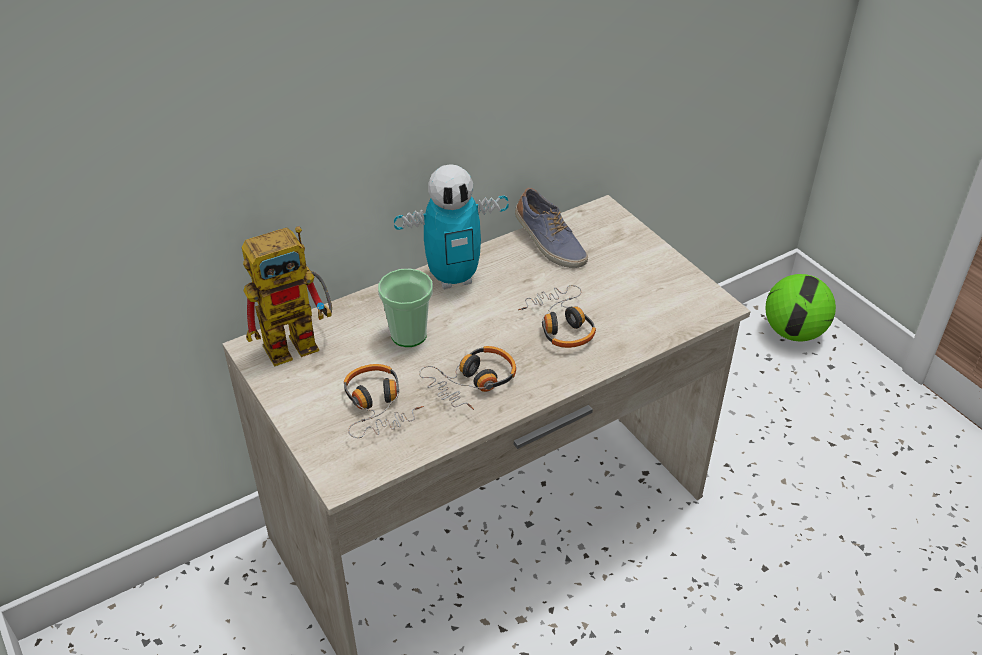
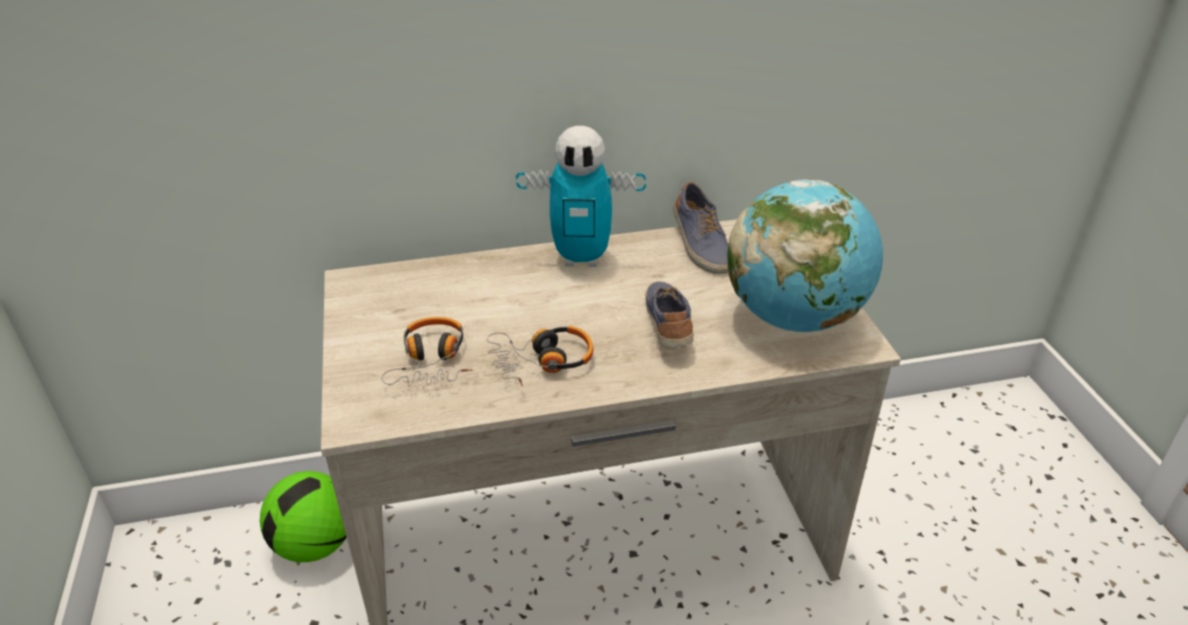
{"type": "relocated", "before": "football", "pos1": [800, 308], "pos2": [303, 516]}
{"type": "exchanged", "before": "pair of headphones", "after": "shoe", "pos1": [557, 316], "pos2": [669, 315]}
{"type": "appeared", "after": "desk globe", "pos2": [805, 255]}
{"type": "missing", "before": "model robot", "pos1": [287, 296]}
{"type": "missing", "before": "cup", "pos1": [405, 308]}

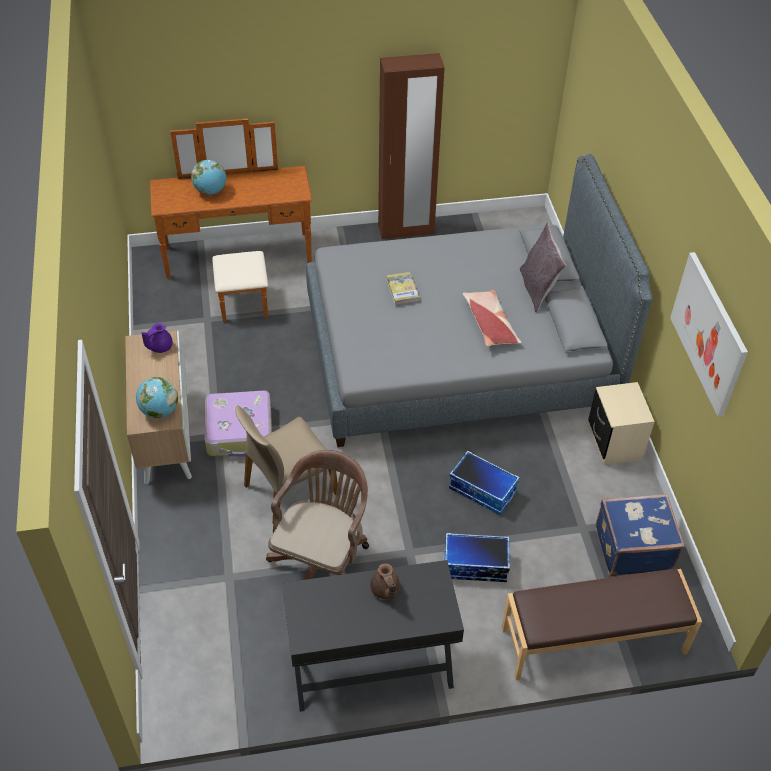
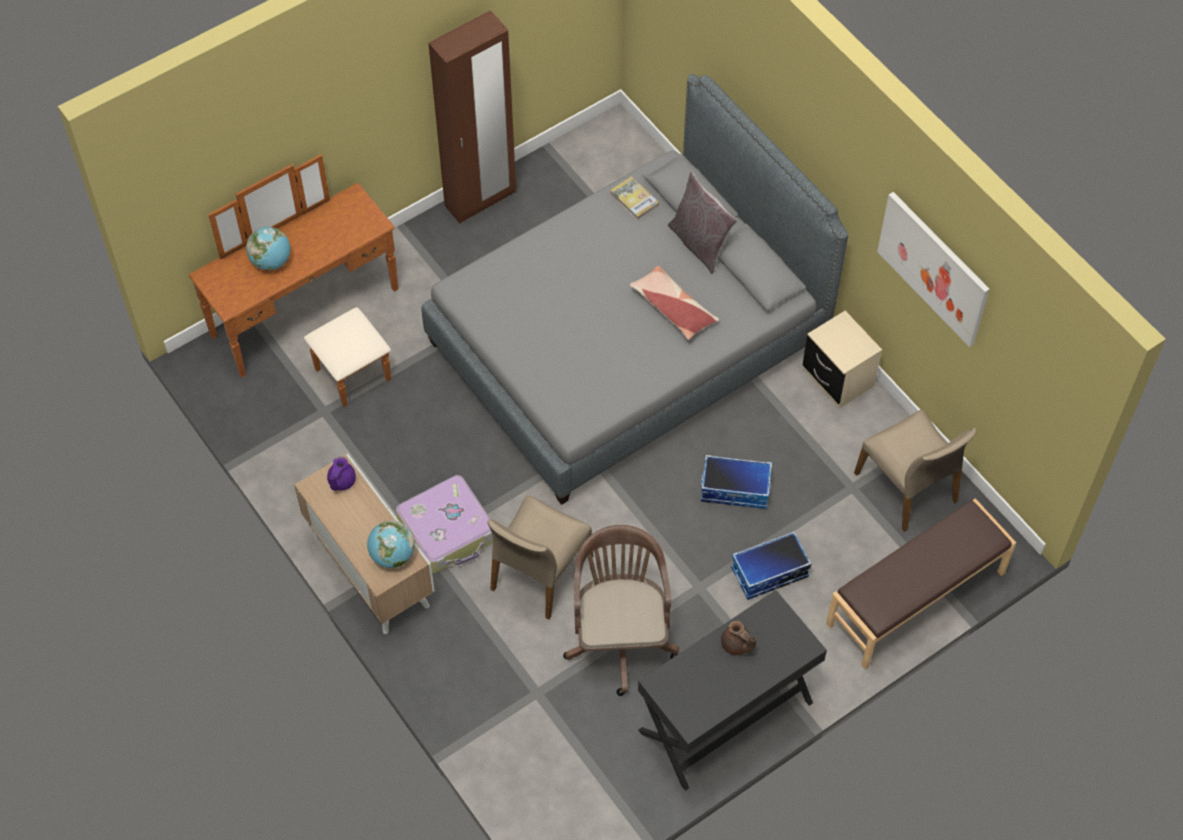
{"type": "relocated", "before": "volume", "pos1": [402, 288], "pos2": [634, 198]}
{"type": "exchanged", "before": "blue travel case", "after": "sand-coloured plain chair", "pos1": [640, 535], "pos2": [915, 471]}

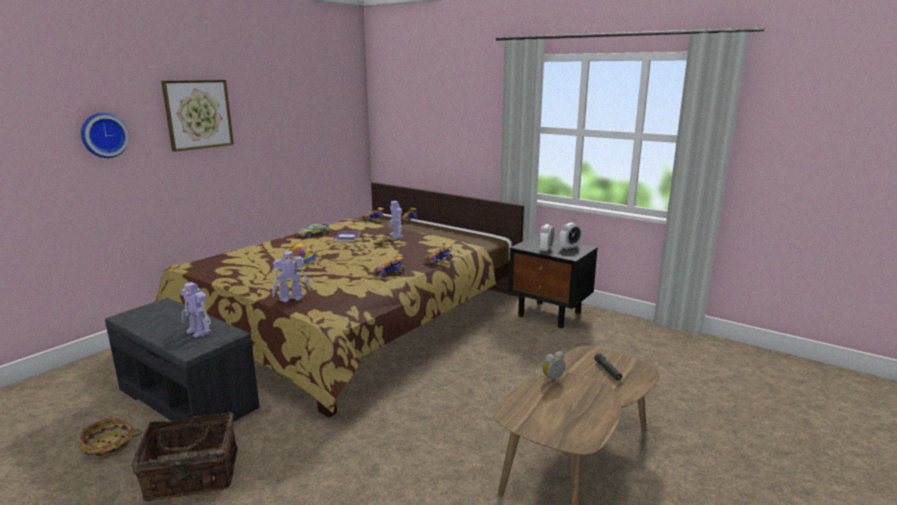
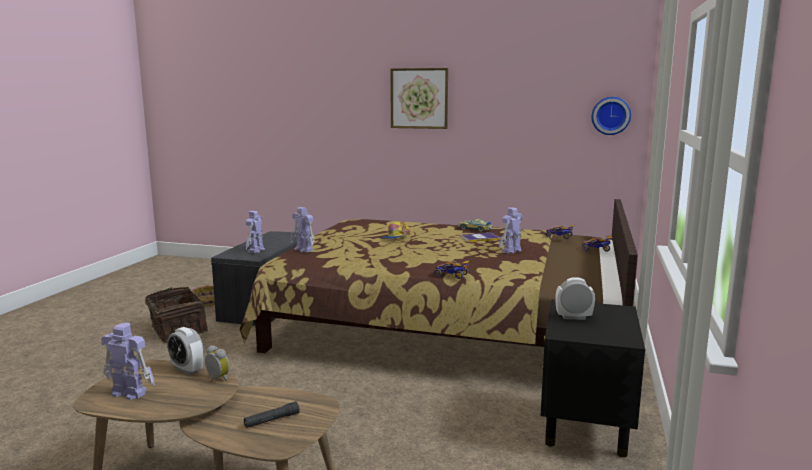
{"type": "appeared", "after": "model robot", "pos2": [128, 361]}
{"type": "relocated", "before": "bedside clock", "pos1": [570, 236], "pos2": [185, 351]}
{"type": "relocated", "before": "hanging clock", "pos1": [105, 135], "pos2": [611, 116]}
{"type": "missing", "before": "model car", "pos1": [389, 267]}

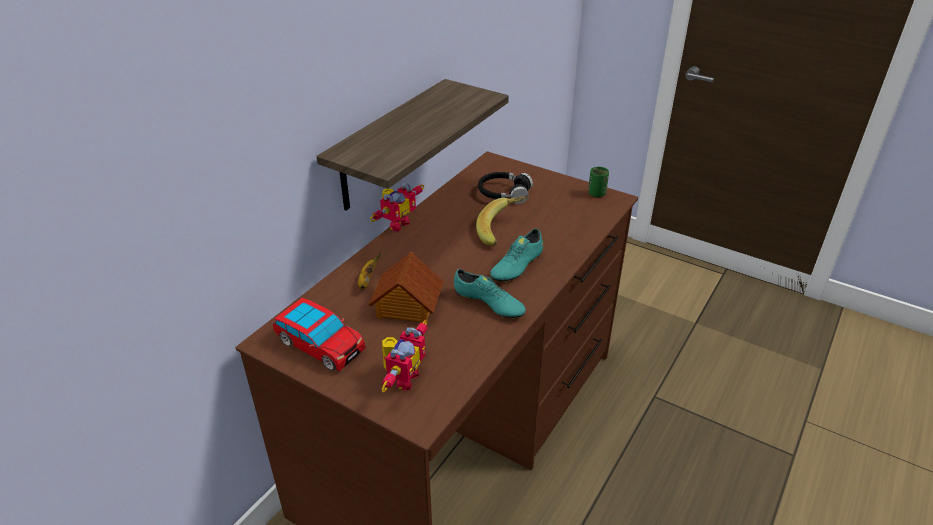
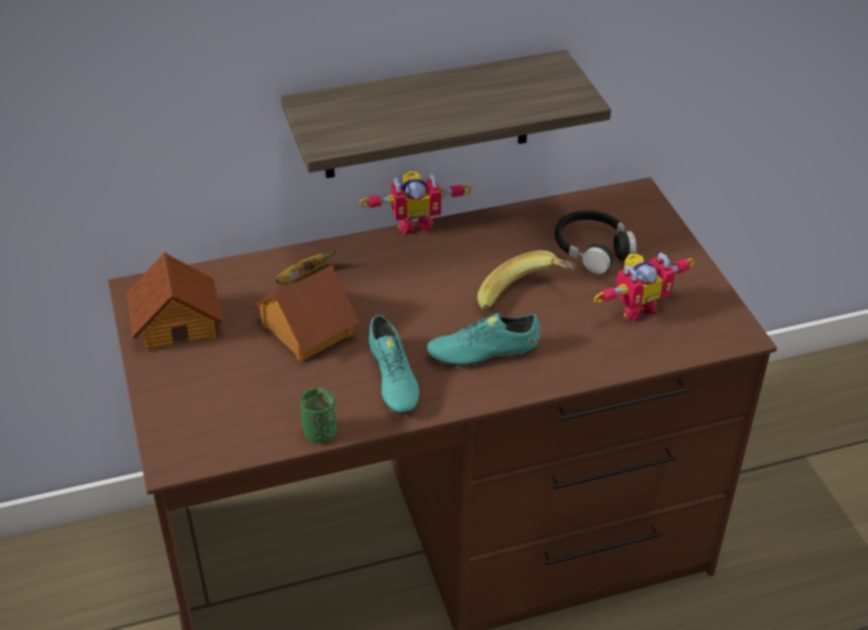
{"type": "exchanged", "before": "model car", "after": "toy house", "pos1": [319, 334], "pos2": [174, 301]}
{"type": "relocated", "before": "green-coloured cup", "pos1": [598, 182], "pos2": [318, 415]}
{"type": "relocated", "before": "model robot", "pos1": [404, 356], "pos2": [644, 288]}

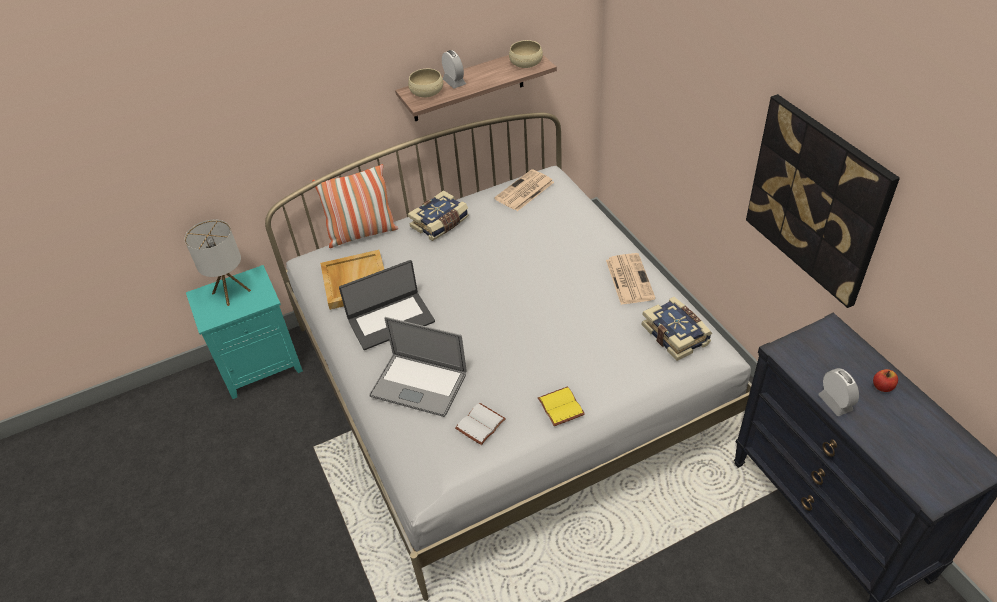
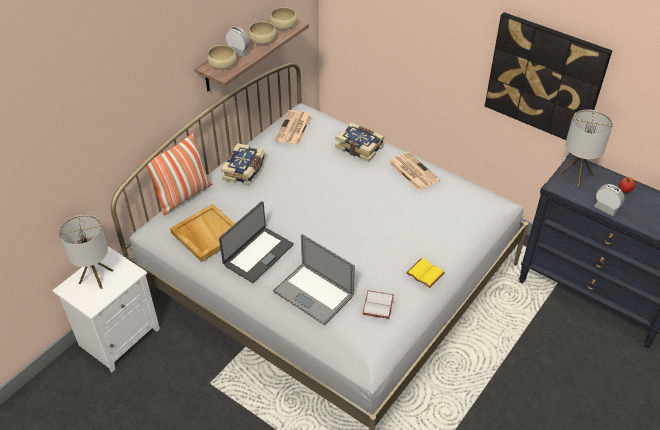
{"type": "colour", "before": "turquoise nightstand", "after": "white-coloured nightstand", "pos1": [244, 332], "pos2": [106, 309]}
{"type": "appeared", "after": "sand-coloured bowl", "pos2": [262, 33]}
{"type": "spun", "before": "laptop", "pos1": [418, 367], "pos2": [314, 279], "turn": 45}
{"type": "relocated", "before": "volume", "pos1": [677, 329], "pos2": [359, 142]}
{"type": "appeared", "after": "lamp for a table", "pos2": [586, 147]}

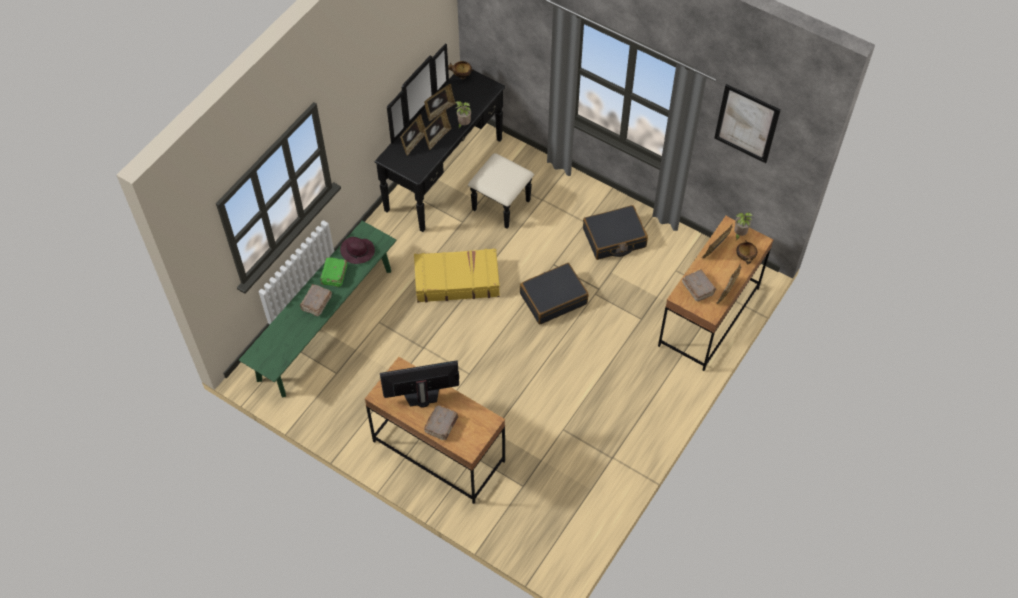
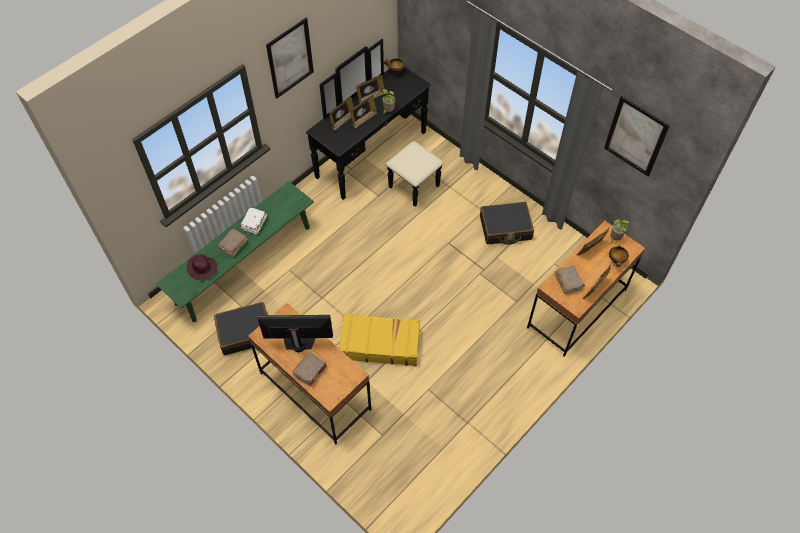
{"type": "relocated", "before": "purple wearable hat", "pos1": [357, 250], "pos2": [202, 267]}
{"type": "relocated", "before": "black-coloured travel case", "pos1": [554, 294], "pos2": [240, 328]}
{"type": "colour", "before": "green-coloured volume", "after": "white-coloured volume", "pos1": [333, 272], "pos2": [253, 221]}
{"type": "appeared", "after": "picture", "pos2": [290, 58]}
{"type": "relocated", "before": "yellowish travel case", "pos1": [457, 275], "pos2": [379, 340]}

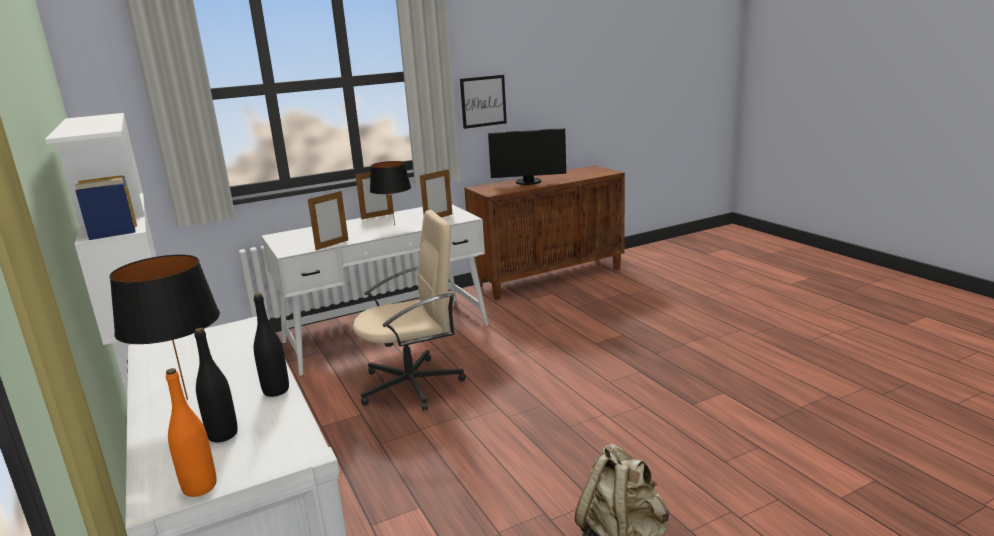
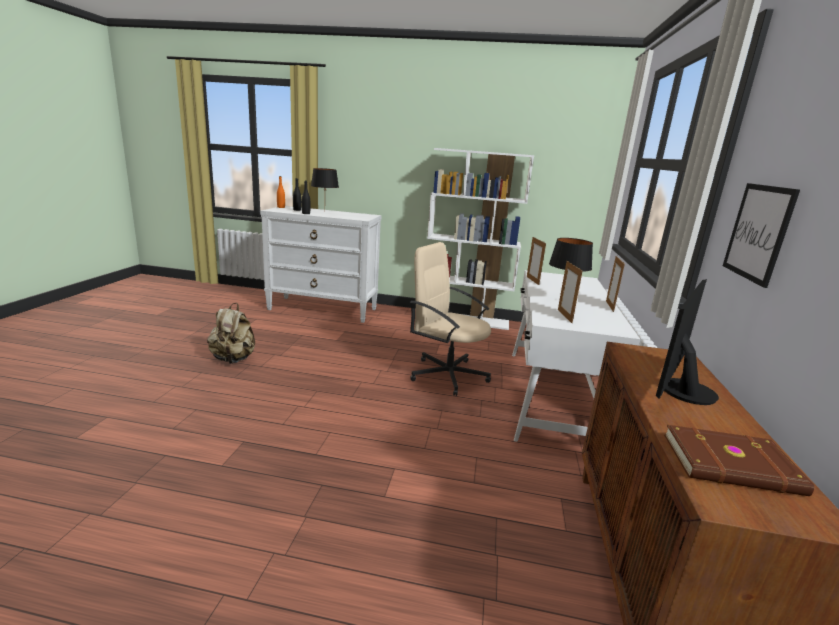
{"type": "spun", "before": "sand-coloured desk chair", "pos1": [409, 310], "pos2": [450, 319], "turn": 105}
{"type": "appeared", "after": "brown-coloured volume", "pos2": [739, 460]}

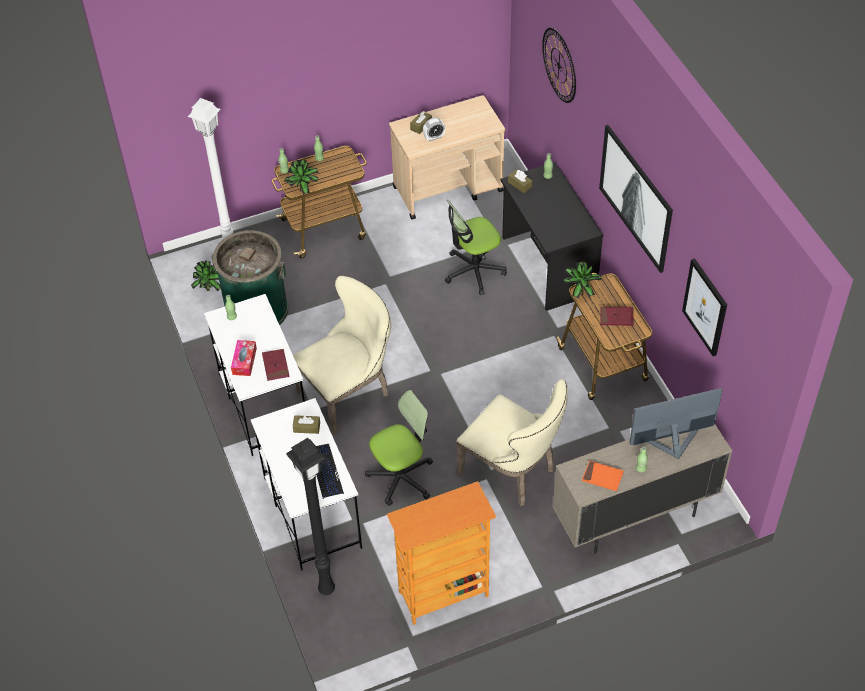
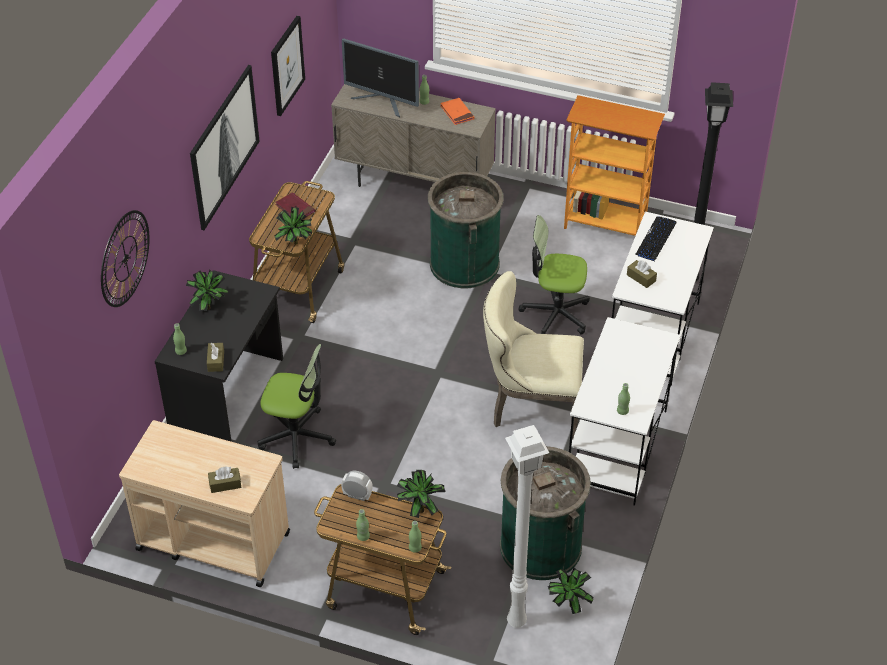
{"type": "appeared", "after": "potted plant", "pos2": [207, 290]}
{"type": "relocated", "before": "bedside clock", "pos1": [434, 129], "pos2": [357, 486]}
{"type": "exchanged", "before": "sand-coloured plain chair", "after": "green-coloured trash can", "pos1": [512, 442], "pos2": [466, 230]}
{"type": "missing", "before": "box of tissues", "pos1": [244, 358]}
{"type": "missing", "before": "red-coloured volume", "pos1": [275, 365]}

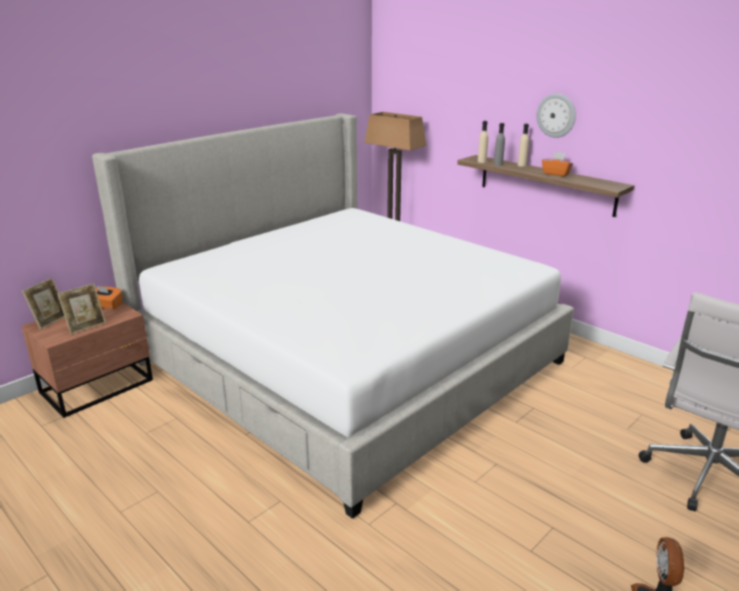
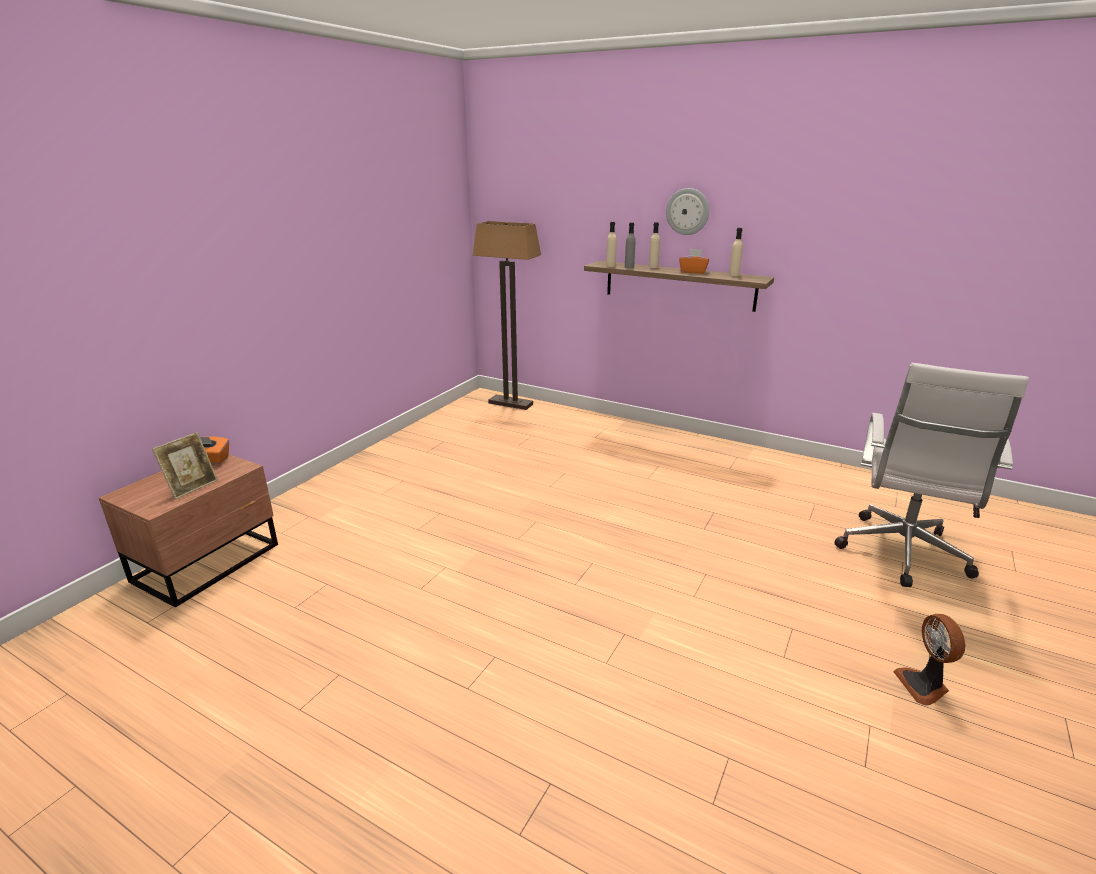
{"type": "appeared", "after": "sand-coloured bottle", "pos2": [736, 252]}
{"type": "missing", "before": "picture frame", "pos1": [43, 304]}
{"type": "missing", "before": "sleeping bed", "pos1": [333, 316]}

